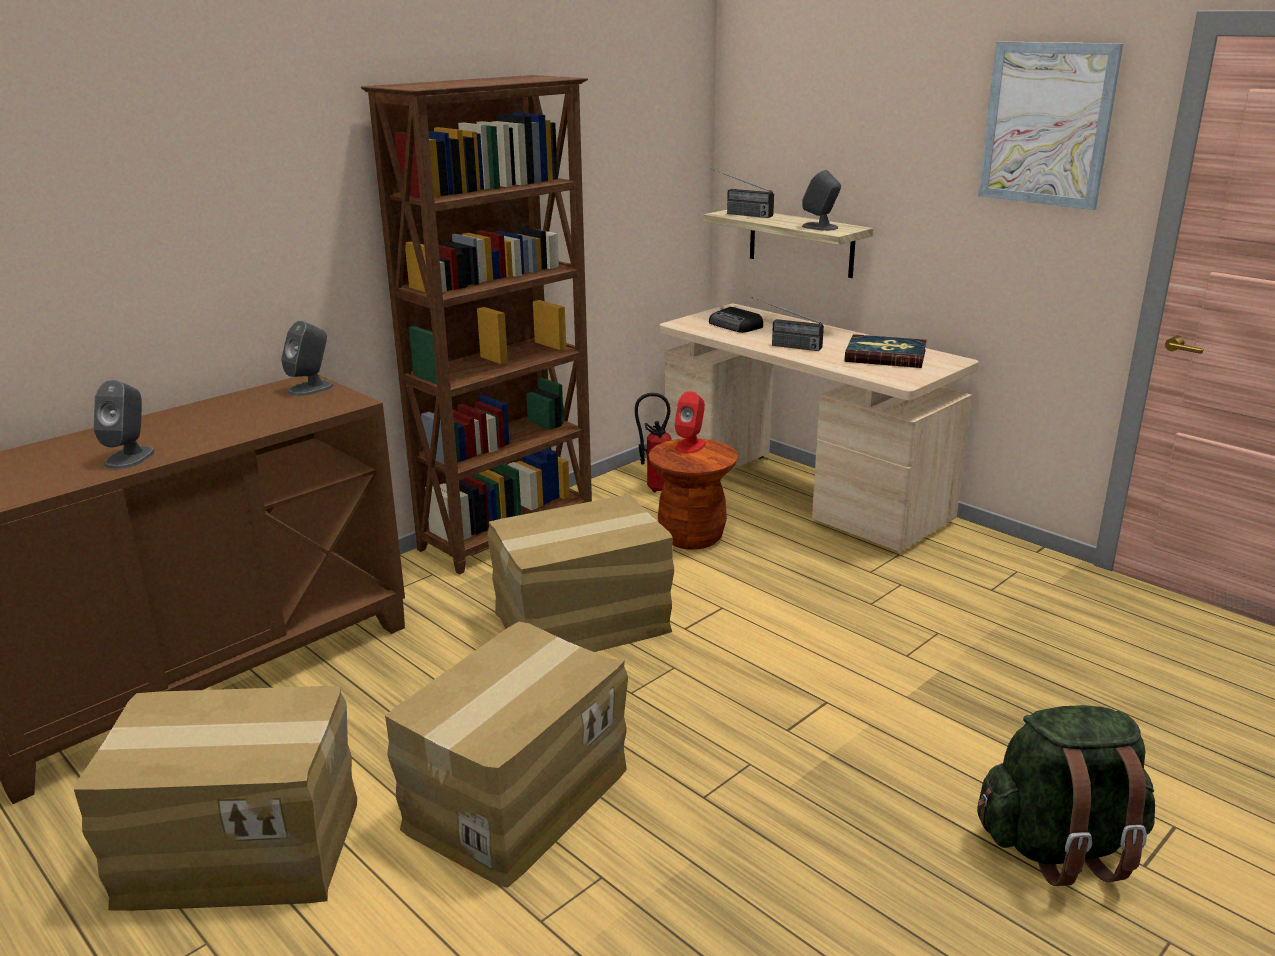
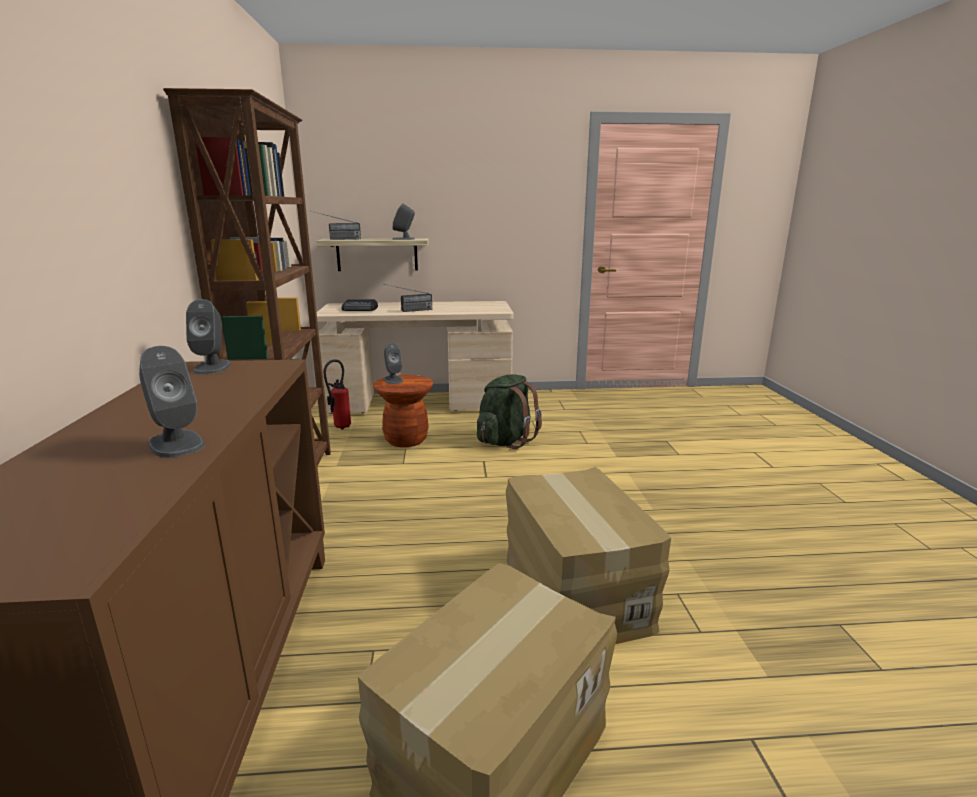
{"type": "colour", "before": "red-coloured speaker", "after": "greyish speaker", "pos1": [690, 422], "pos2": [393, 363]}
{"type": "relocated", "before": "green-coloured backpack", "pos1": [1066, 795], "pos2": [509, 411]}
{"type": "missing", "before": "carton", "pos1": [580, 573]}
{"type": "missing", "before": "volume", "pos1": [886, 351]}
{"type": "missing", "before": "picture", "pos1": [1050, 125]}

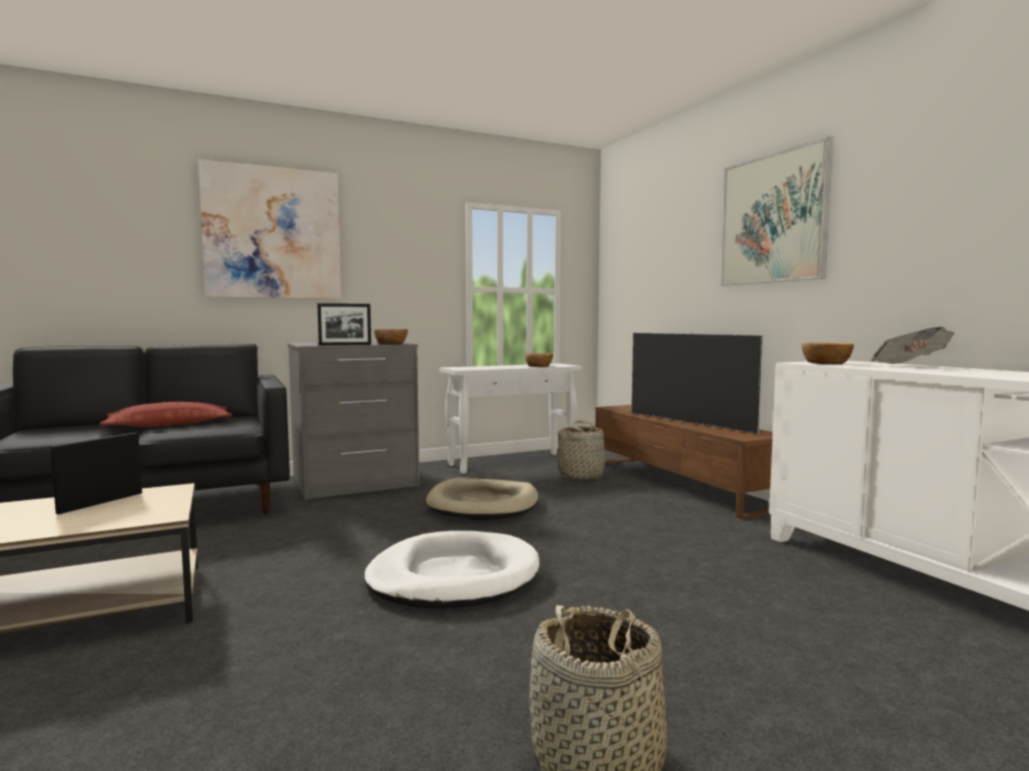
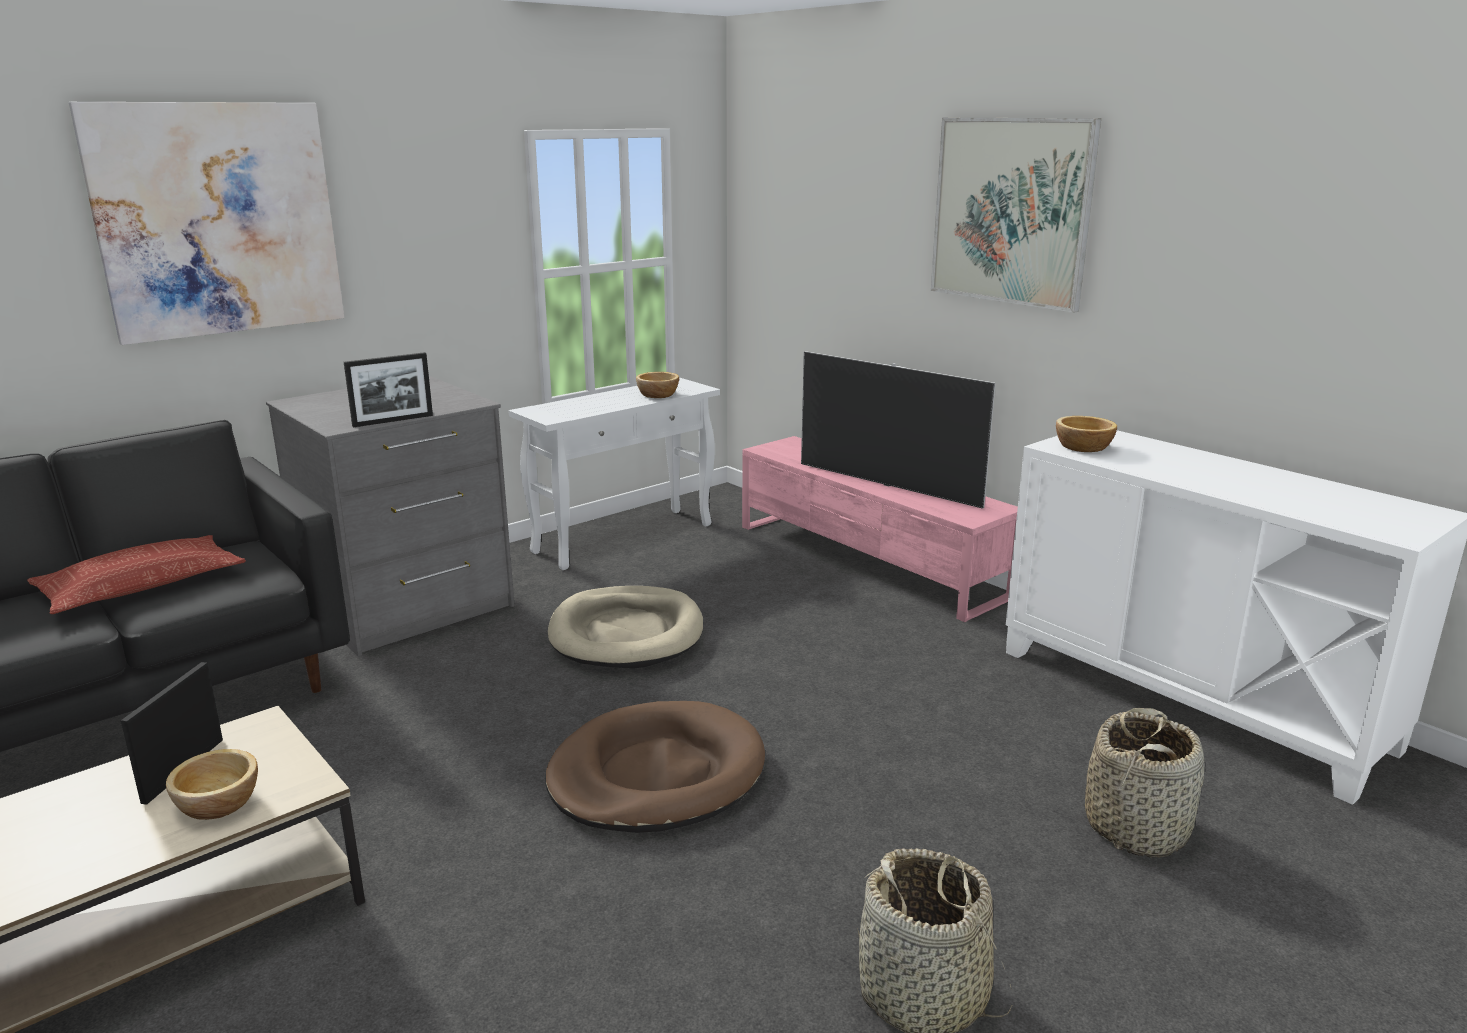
{"type": "relocated", "before": "bowl", "pos1": [391, 336], "pos2": [212, 784]}
{"type": "colour", "before": "white-coloured pet bed", "after": "brown-coloured pet bed", "pos1": [451, 570], "pos2": [655, 767]}
{"type": "colour", "before": "brown-coloured tv unit", "after": "pink tv unit", "pos1": [684, 462], "pos2": [880, 529]}
{"type": "relocated", "before": "storage basket", "pos1": [583, 450], "pos2": [1145, 783]}
{"type": "missing", "before": "daily paper", "pos1": [912, 345]}

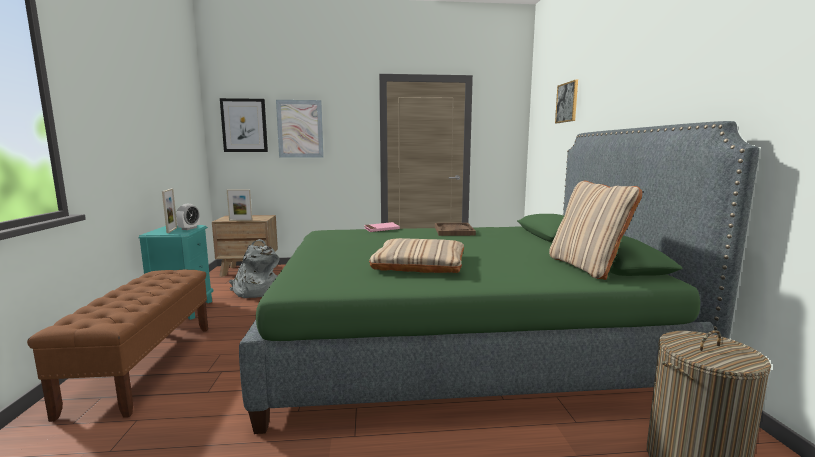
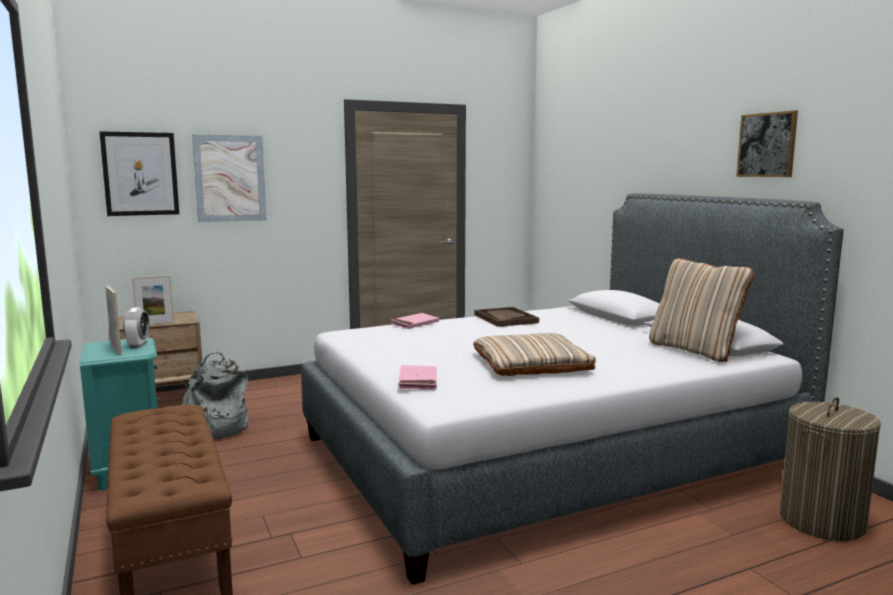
{"type": "colour", "before": "green-coloured sleeping bed", "after": "greyish sleeping bed", "pos1": [499, 277], "pos2": [572, 389]}
{"type": "appeared", "after": "pink volume", "pos2": [417, 377]}
{"type": "relocated", "before": "picture", "pos1": [566, 101], "pos2": [767, 143]}

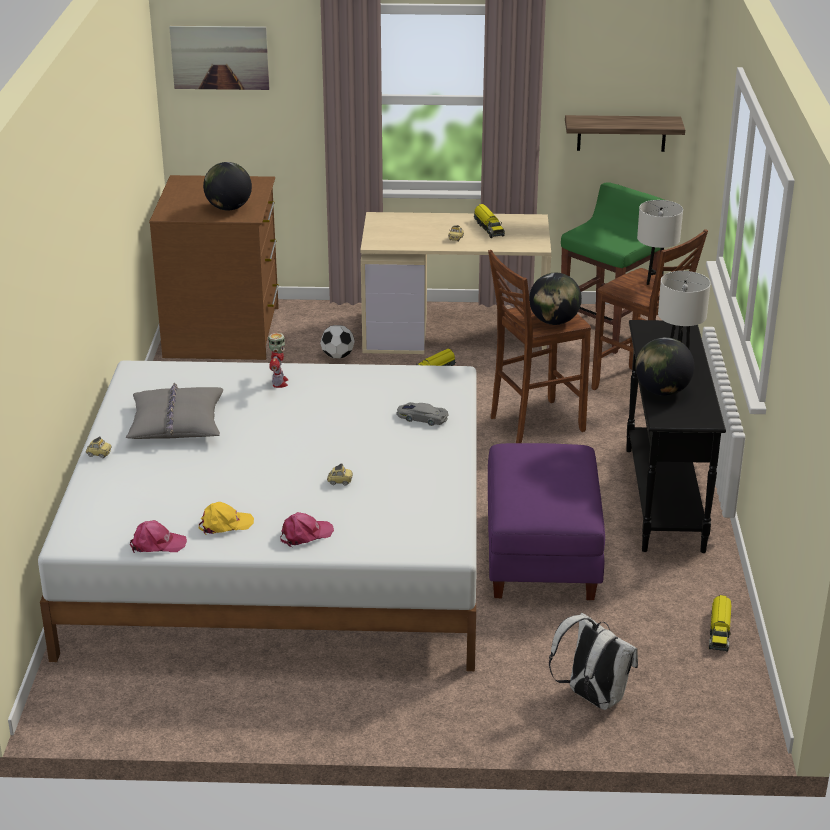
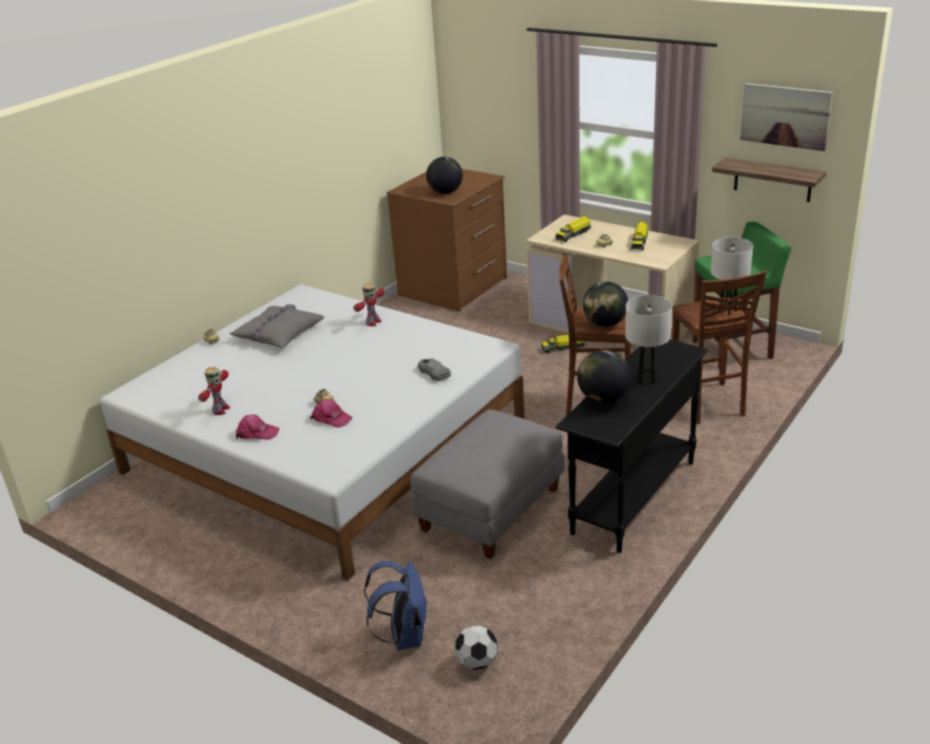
{"type": "exchanged", "before": "yellowish baseball cap", "after": "model robot", "pos1": [226, 519], "pos2": [214, 391]}
{"type": "relocated", "before": "pink baseball cap", "pos1": [158, 536], "pos2": [331, 413]}
{"type": "colour", "before": "white-coloured backpack", "after": "blue backpack", "pos1": [593, 661], "pos2": [395, 605]}
{"type": "colour", "before": "purple footrest", "after": "greyish footrest", "pos1": [546, 521], "pos2": [487, 484]}
{"type": "relocated", "before": "football", "pos1": [337, 341], "pos2": [476, 647]}
{"type": "relocated", "before": "toy truck", "pos1": [719, 623], "pos2": [573, 229]}
{"type": "relocated", "before": "picture", "pos1": [219, 58], "pos2": [786, 117]}

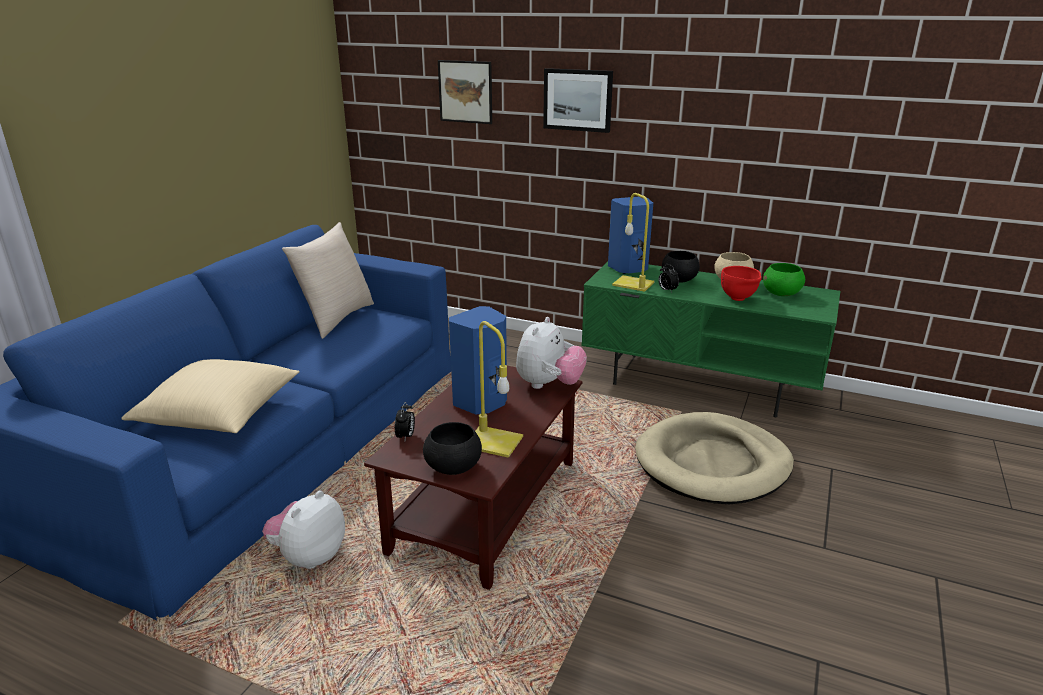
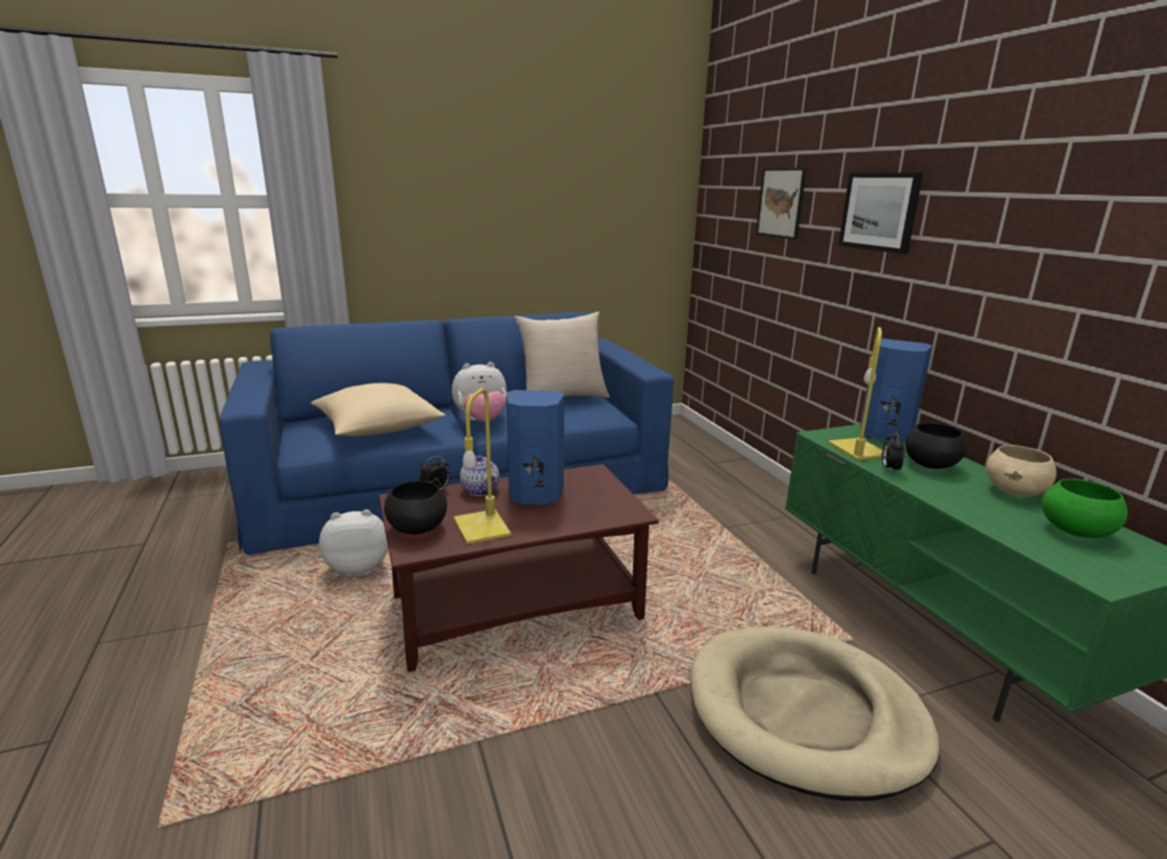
{"type": "relocated", "before": "soft toy", "pos1": [551, 353], "pos2": [479, 392]}
{"type": "appeared", "after": "teapot", "pos2": [480, 475]}
{"type": "missing", "before": "red-coloured bowl", "pos1": [741, 283]}

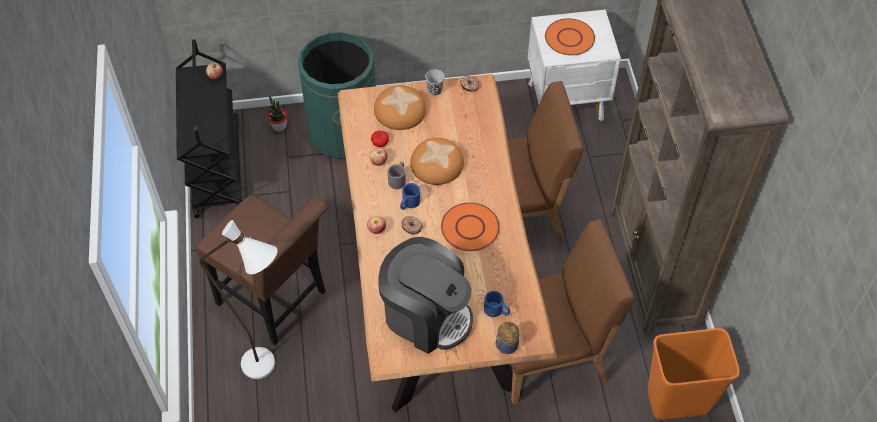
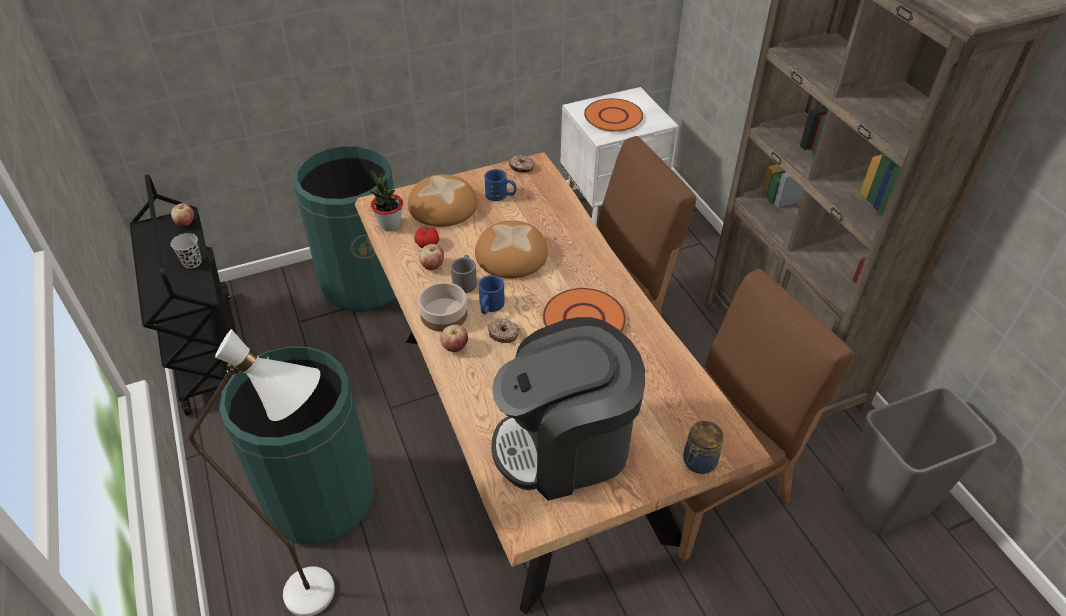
{"type": "relocated", "before": "black-coloured cup", "pos1": [435, 82], "pos2": [186, 251]}
{"type": "exchanged", "before": "brown-coloured plain chair", "after": "green-coloured trash can", "pos1": [262, 269], "pos2": [296, 445]}
{"type": "relocated", "before": "potted plant", "pos1": [277, 114], "pos2": [386, 200]}
{"type": "appeared", "after": "bowl", "pos2": [443, 307]}
{"type": "relocated", "before": "blue coffee mug", "pos1": [497, 304], "pos2": [500, 185]}
{"type": "spun", "before": "coffee machine", "pos1": [425, 295], "pos2": [568, 409], "turn": 150}
{"type": "colour", "before": "orangey trash can", "after": "greyish trash can", "pos1": [693, 374], "pos2": [920, 460]}

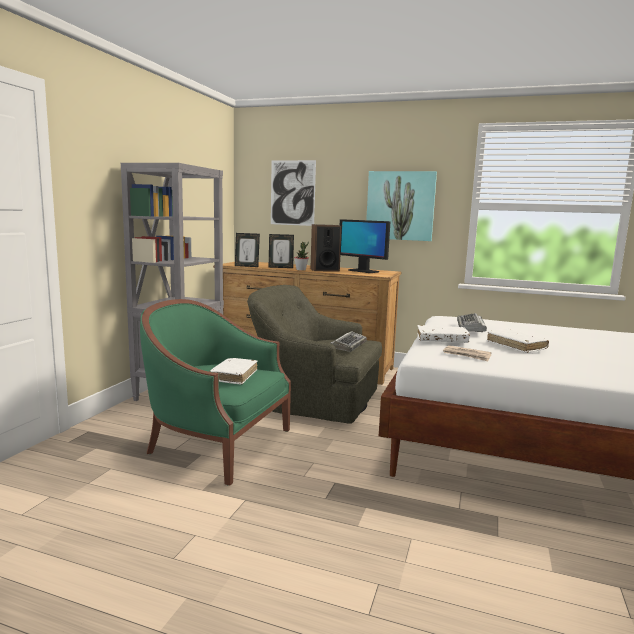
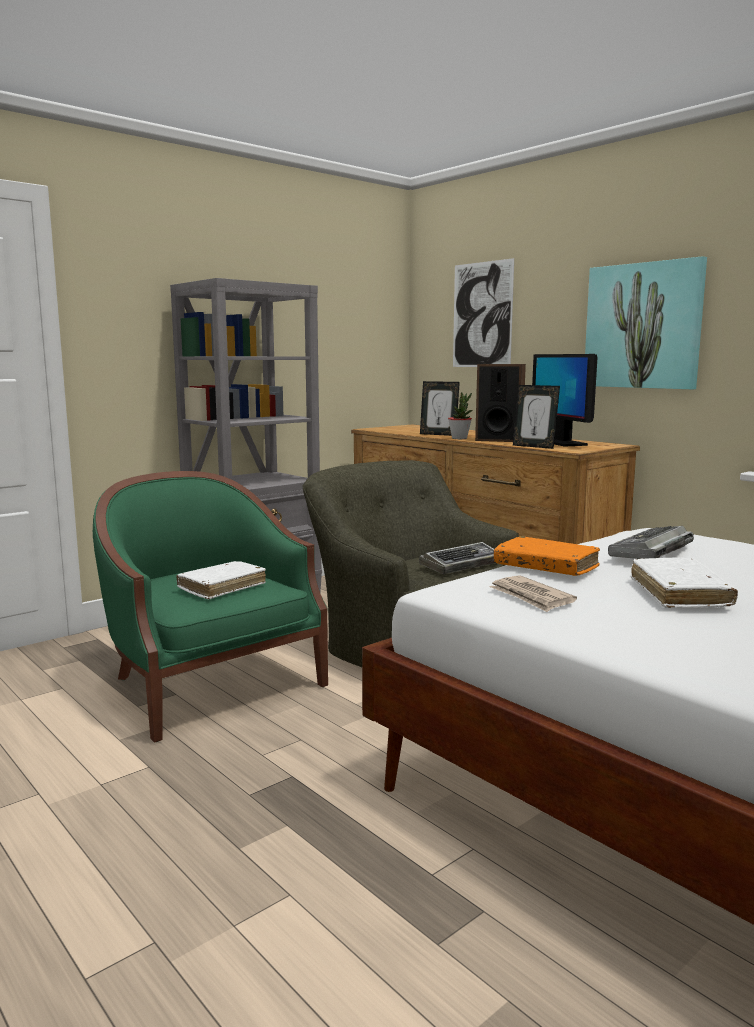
{"type": "colour", "before": "white-coloured volume", "after": "orangey volume", "pos1": [443, 334], "pos2": [547, 556]}
{"type": "relocated", "before": "picture frame", "pos1": [247, 250], "pos2": [536, 417]}

